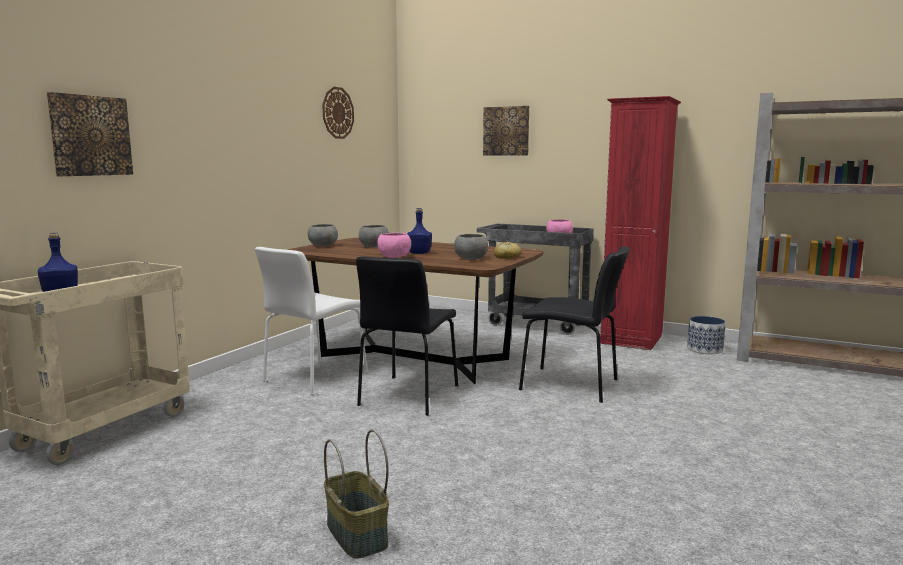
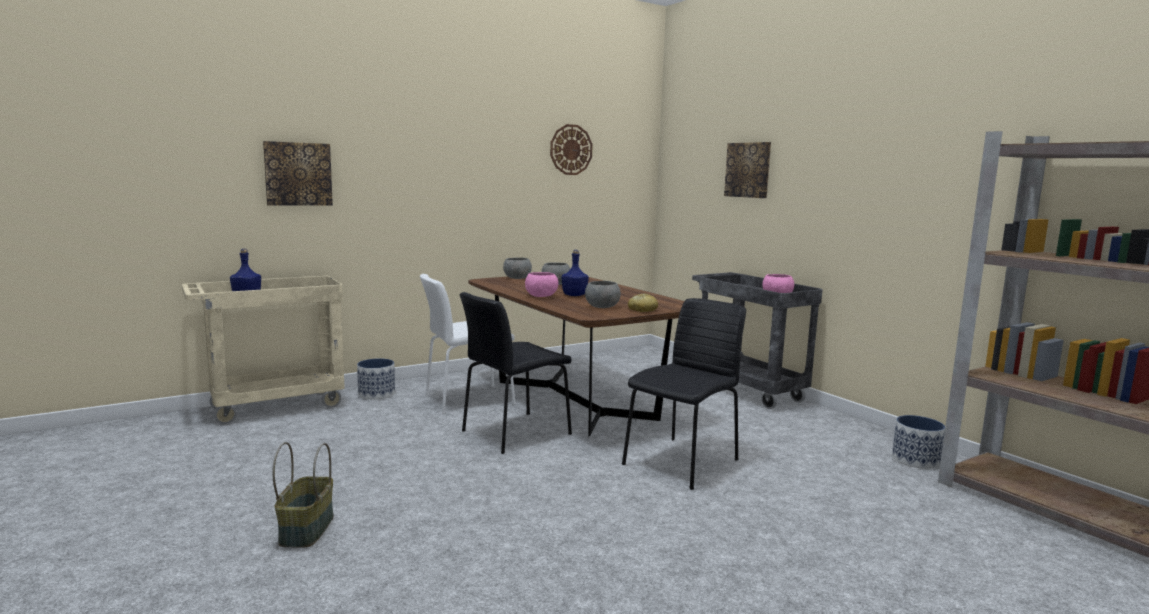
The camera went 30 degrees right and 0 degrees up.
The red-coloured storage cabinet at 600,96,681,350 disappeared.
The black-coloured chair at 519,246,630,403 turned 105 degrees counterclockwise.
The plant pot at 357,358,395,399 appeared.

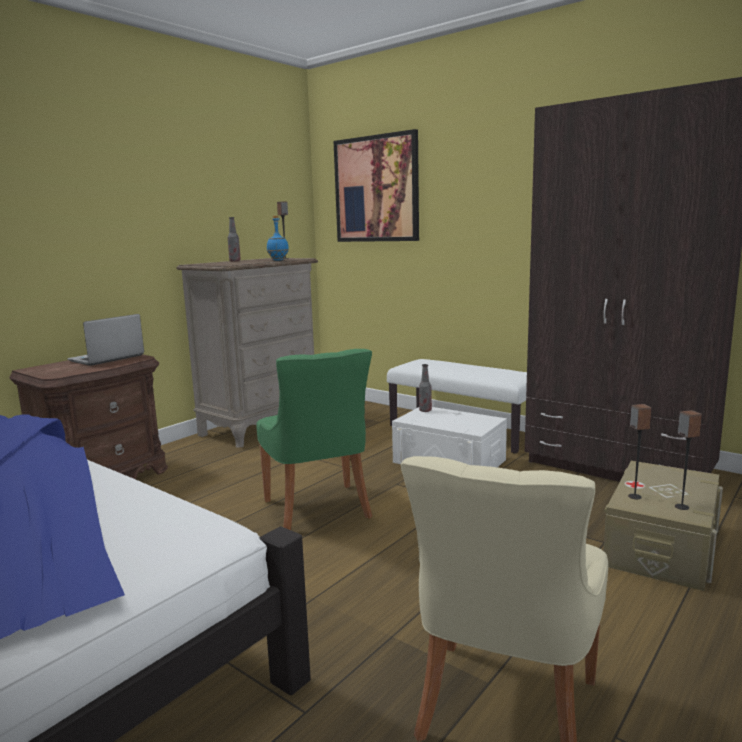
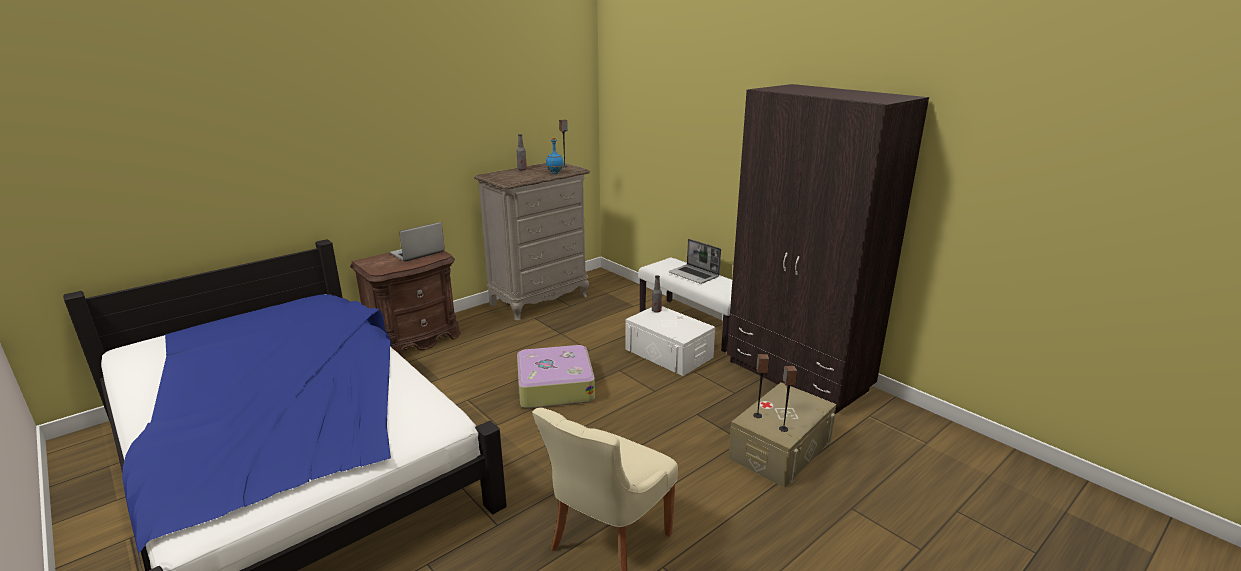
The camera went 10 degrees right and 10 degrees up.
The wall art at 334,129,419,242 disappeared.
The green-coloured chair at 256,349,372,530 was replaced by the travel case at 517,345,595,408.
The laptop at 669,239,721,284 appeared.

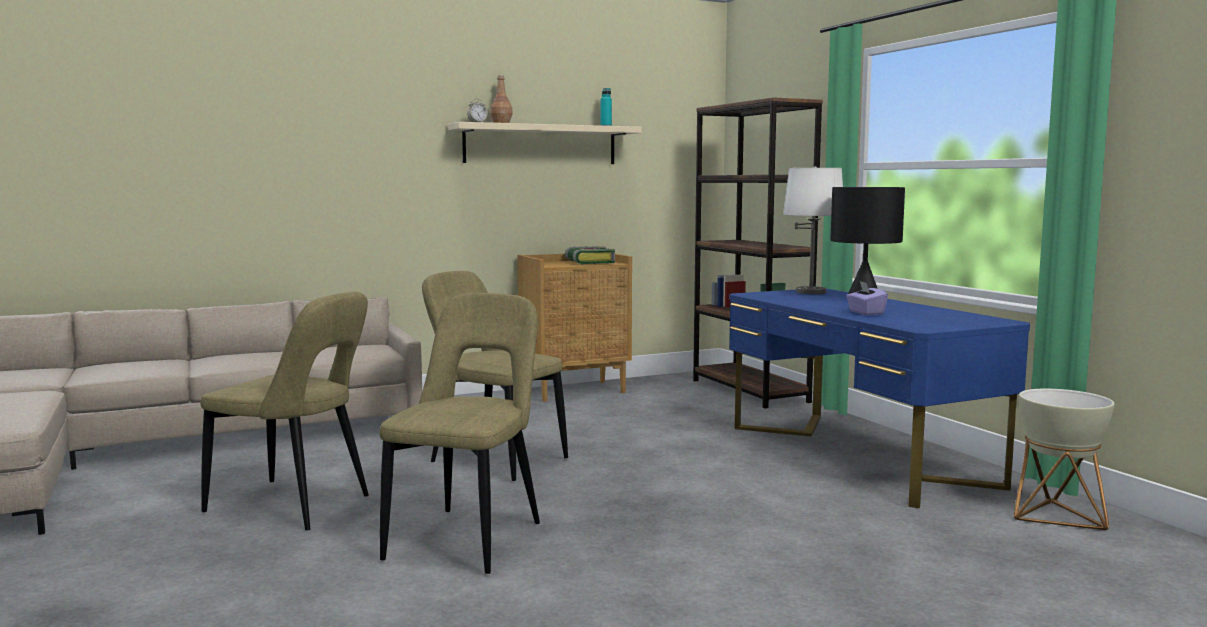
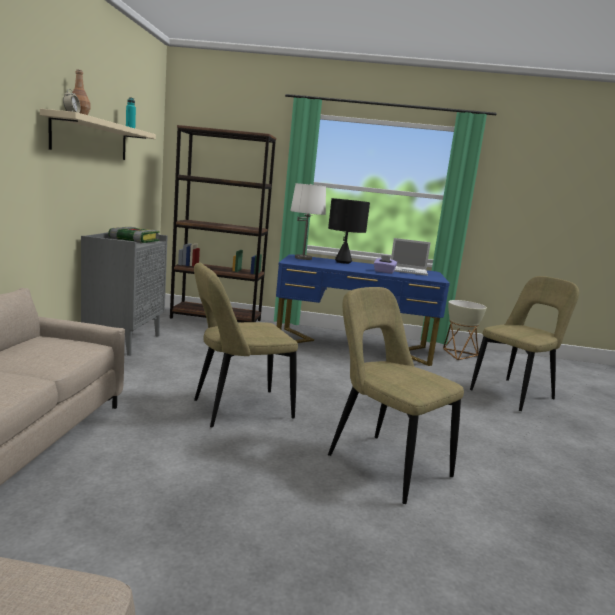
The camera went 60 degrees left and 5 degrees up.
The brownish storage cabinet at 517,254,632,402 became the gray storage cabinet at 81,232,168,356.
The beige chair moved from 200,291,369,530 to 470,276,579,411.
The laptop at 391,238,431,276 appeared.

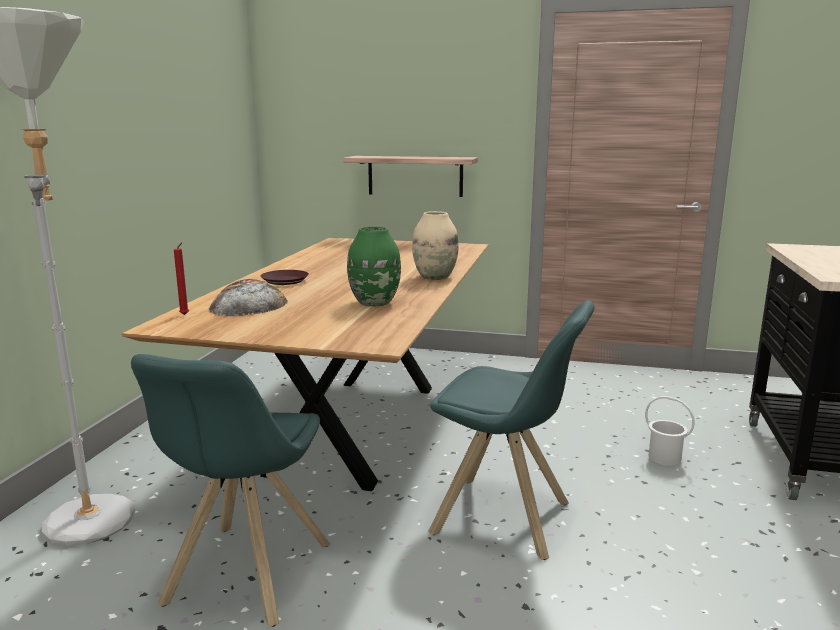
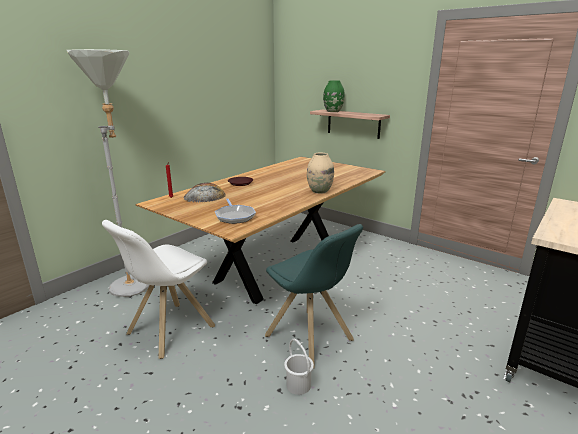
The camera went 25 degrees right and 5 degrees up.
The green-coloured flower vase moved from 347,227,401,307 to 323,80,345,112.
The turquoise-coloured chair at 131,354,330,627 became the whitish chair at 102,220,215,359.
The whitish water bucket moved from 645,396,694,466 to 284,339,314,395.
The frying pan at 215,198,256,224 appeared.

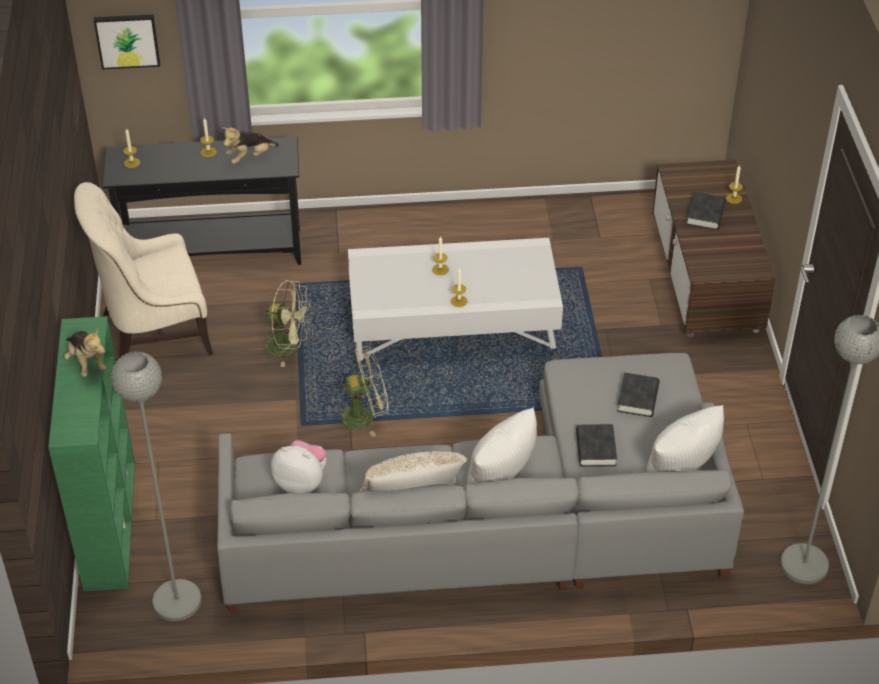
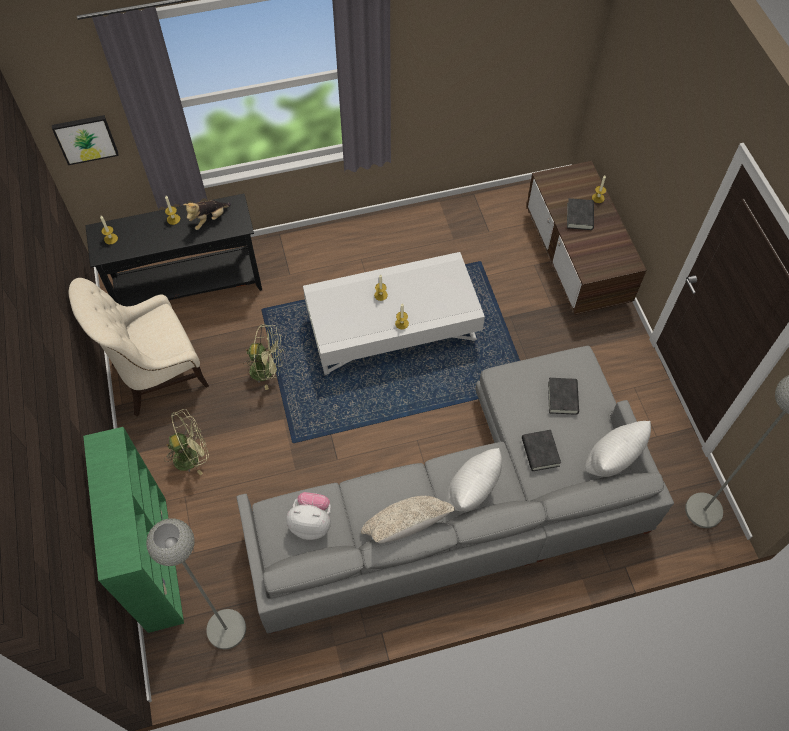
The camera went 10 degrees left and 15 degrees up.
The cuddly toy at 64,329,107,377 disappeared.
The green-coloured electric fan moved from 332,346,389,437 to 164,409,209,476.

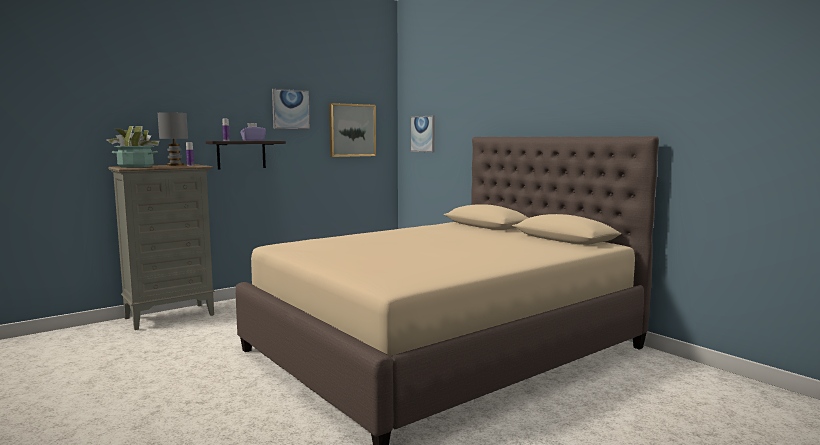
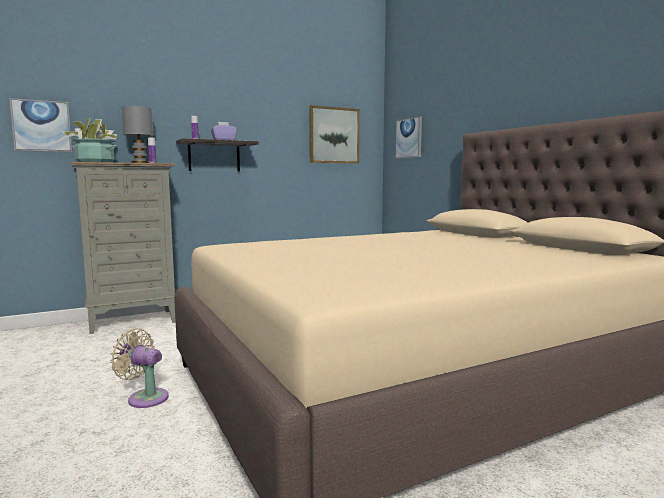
The camera went 10 degrees right and 0 degrees up.
The wall art moved from 272,89,310,129 to 9,98,72,152.
The beige electric fan at 110,328,169,408 appeared.

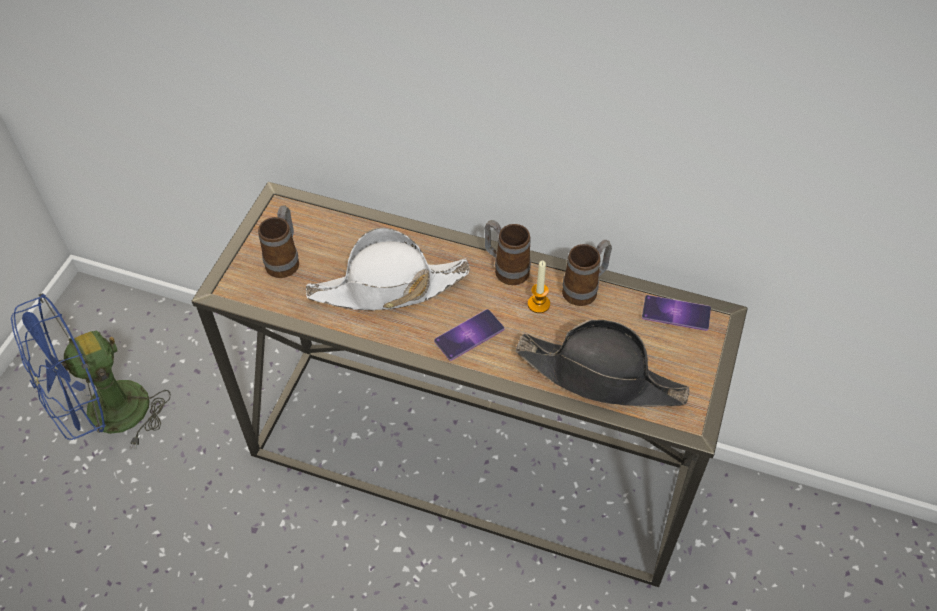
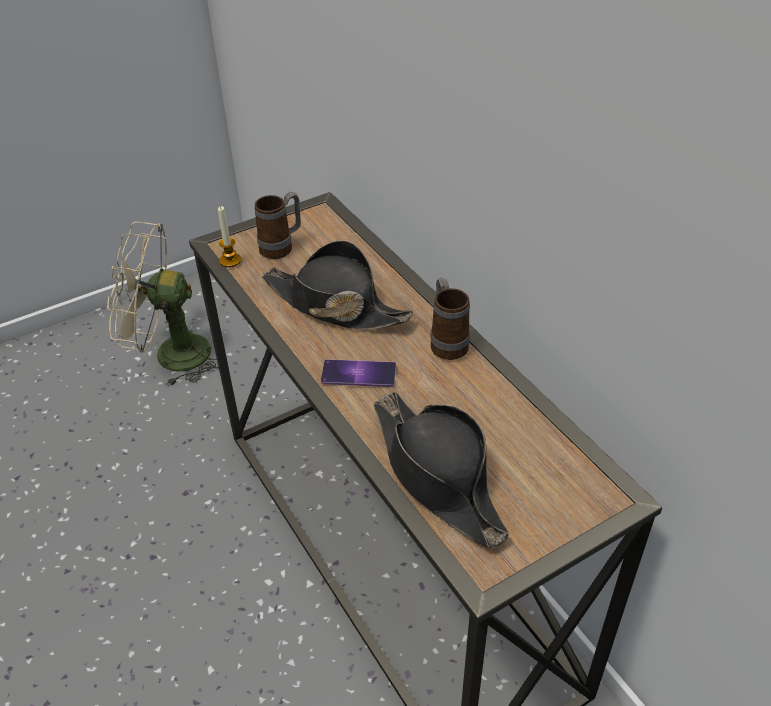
The camera went 40 degrees right and 10 degrees down.
The whitish wearable hat at 306,227,470,310 became the black-coloured wearable hat at 262,240,414,330.
The tea mug at 562,240,612,306 disappeared.
The wax light moved from 528,261,550,313 to 218,206,241,267.
The blue-coloured electric fan at 11,293,171,449 became the beige electric fan at 107,221,219,387.
The telephone at 642,295,711,331 disappeared.

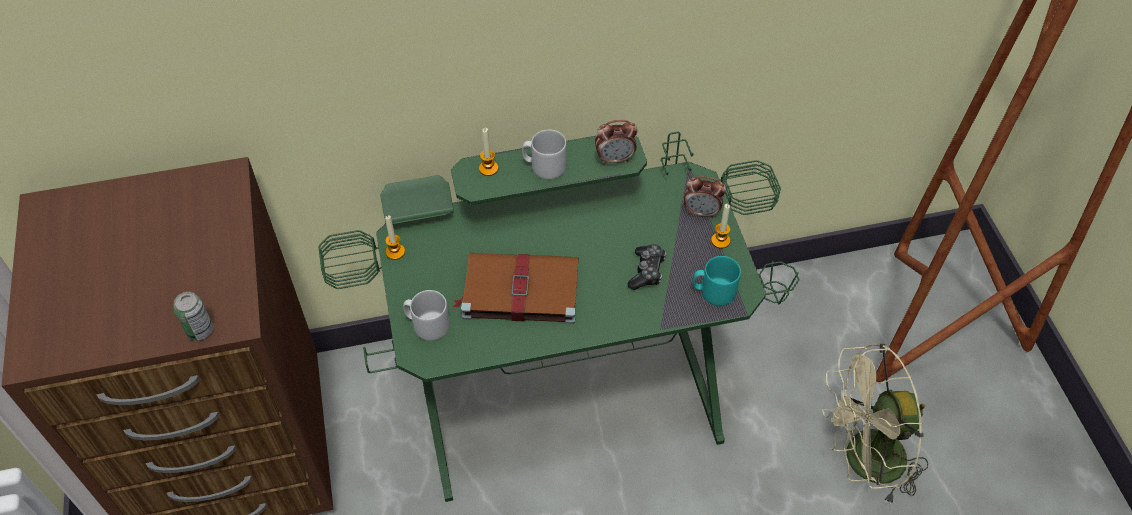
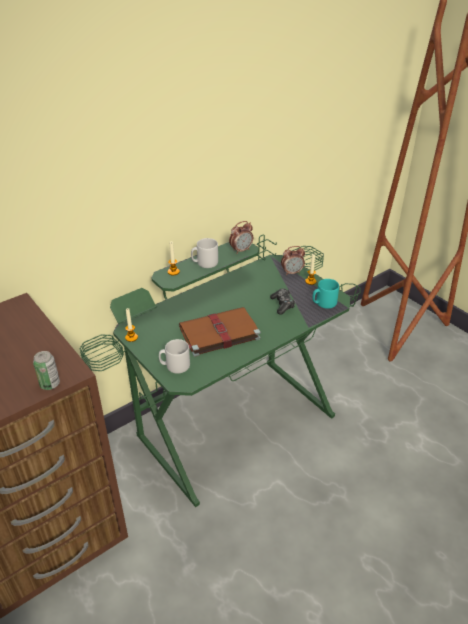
The camera went 25 degrees left and 15 degrees down.
The beige electric fan at 822,343,928,506 disappeared.

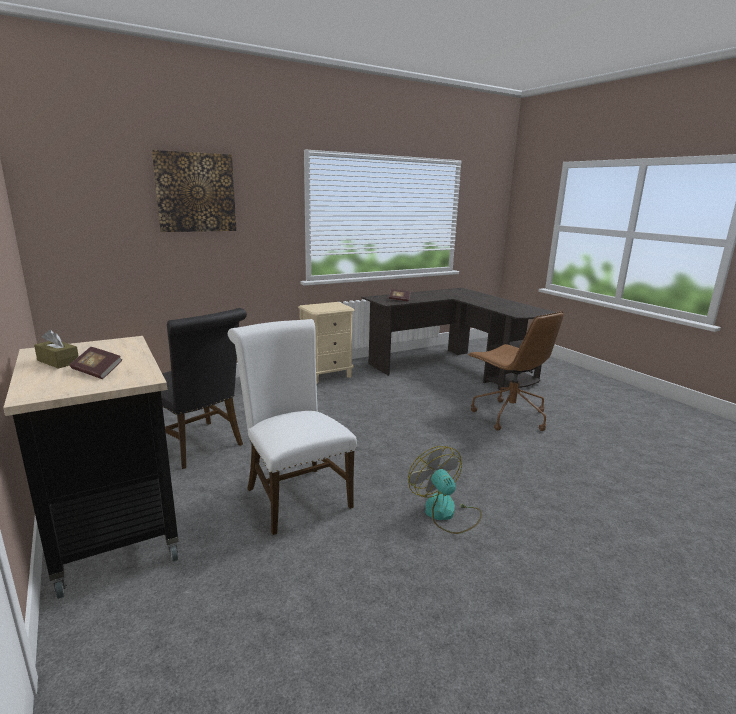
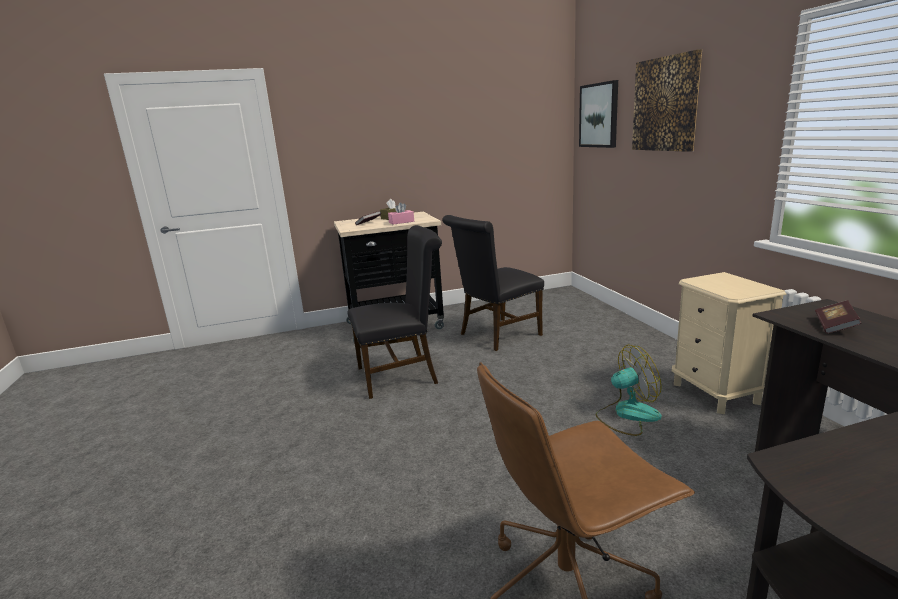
The camera went 105 degrees right and 0 degrees up.
The whitish chair at 228,319,357,535 became the black-coloured chair at 348,225,442,399.
The electric fan moved from 408,446,482,534 to 596,345,662,436.
The wall art at 579,80,618,148 appeared.
The pink box of tissues at 388,202,414,225 appeared.

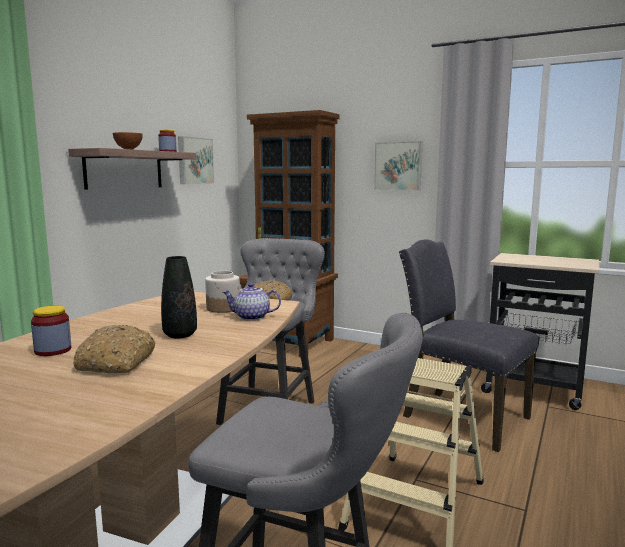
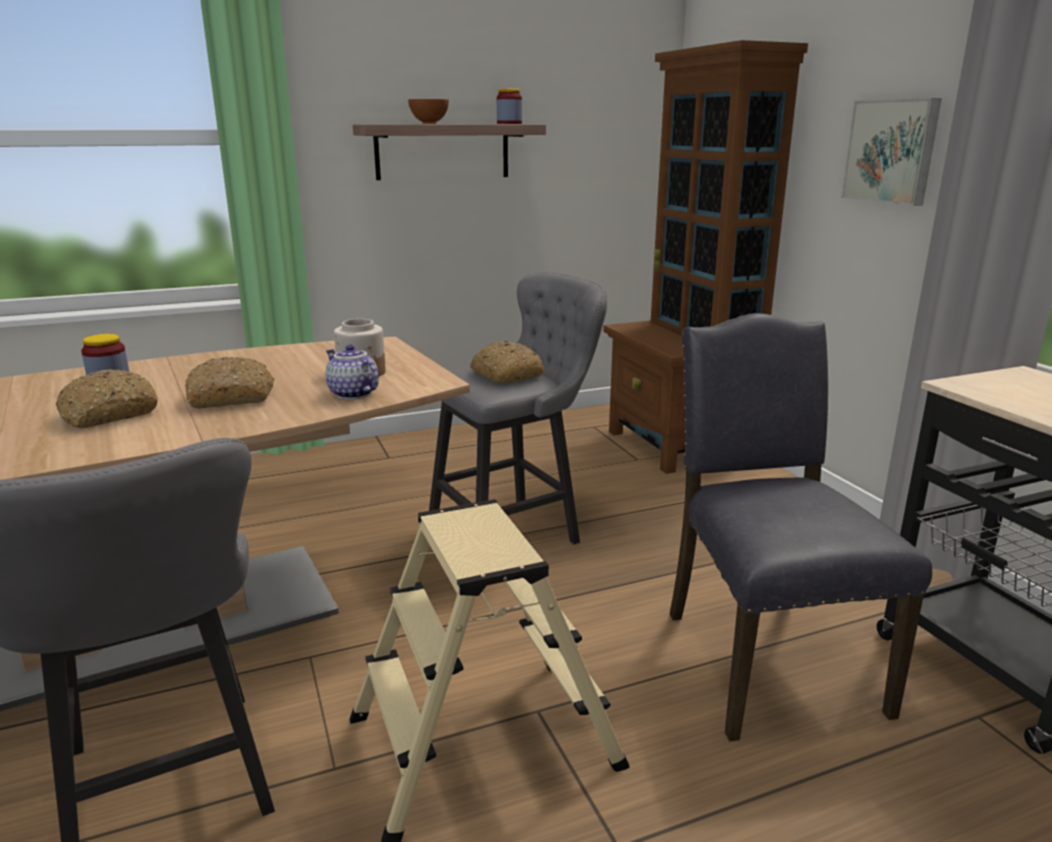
The camera went 40 degrees right and 10 degrees up.
The wall art at 178,136,214,184 disappeared.
The black-coloured flower vase at 161,256,197,339 was replaced by the bakery bread at 185,357,275,408.

